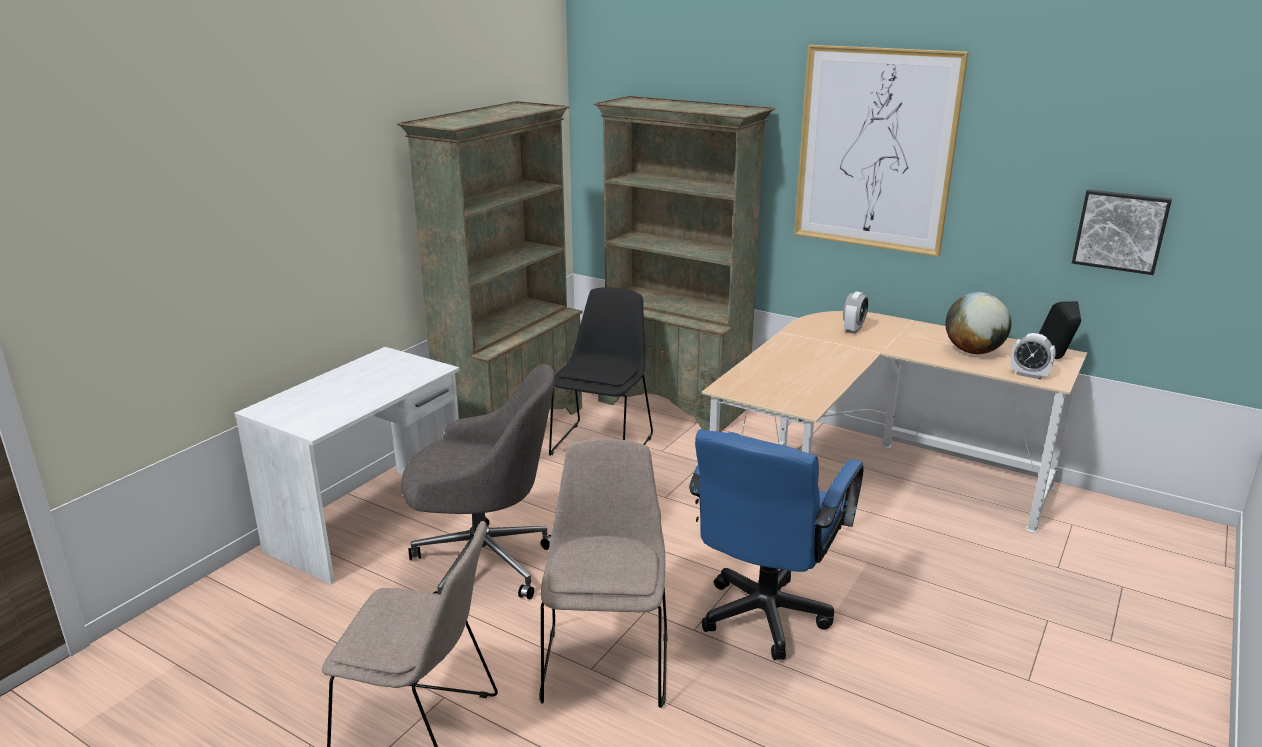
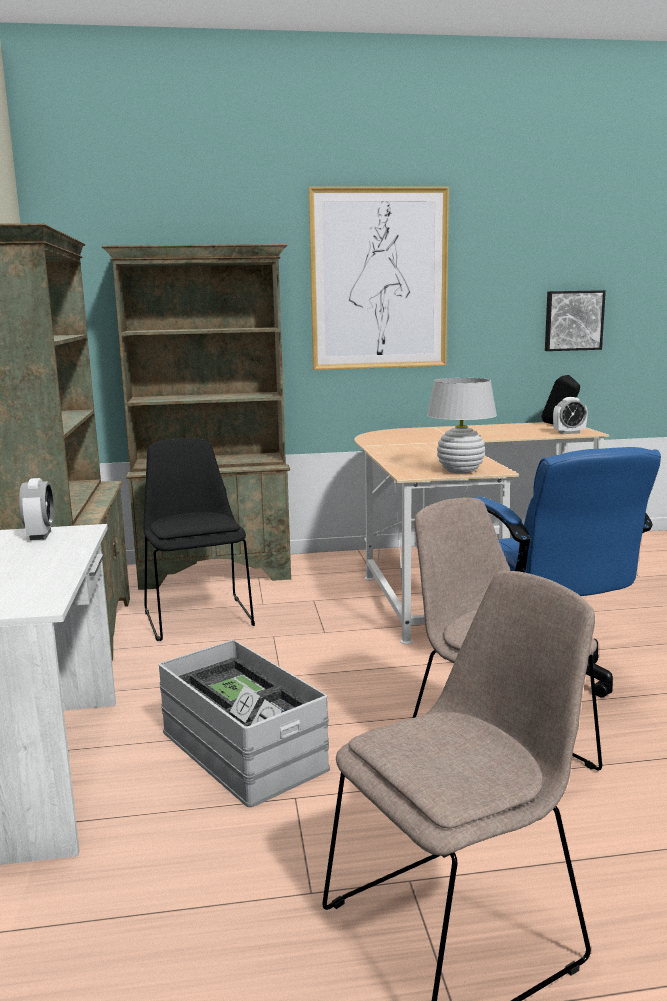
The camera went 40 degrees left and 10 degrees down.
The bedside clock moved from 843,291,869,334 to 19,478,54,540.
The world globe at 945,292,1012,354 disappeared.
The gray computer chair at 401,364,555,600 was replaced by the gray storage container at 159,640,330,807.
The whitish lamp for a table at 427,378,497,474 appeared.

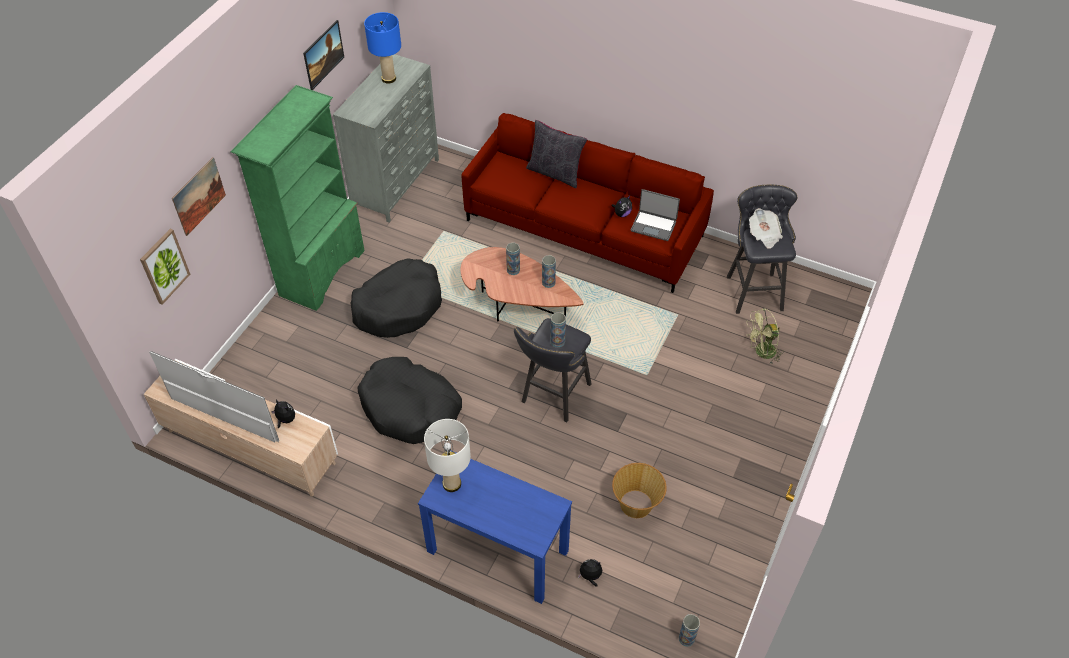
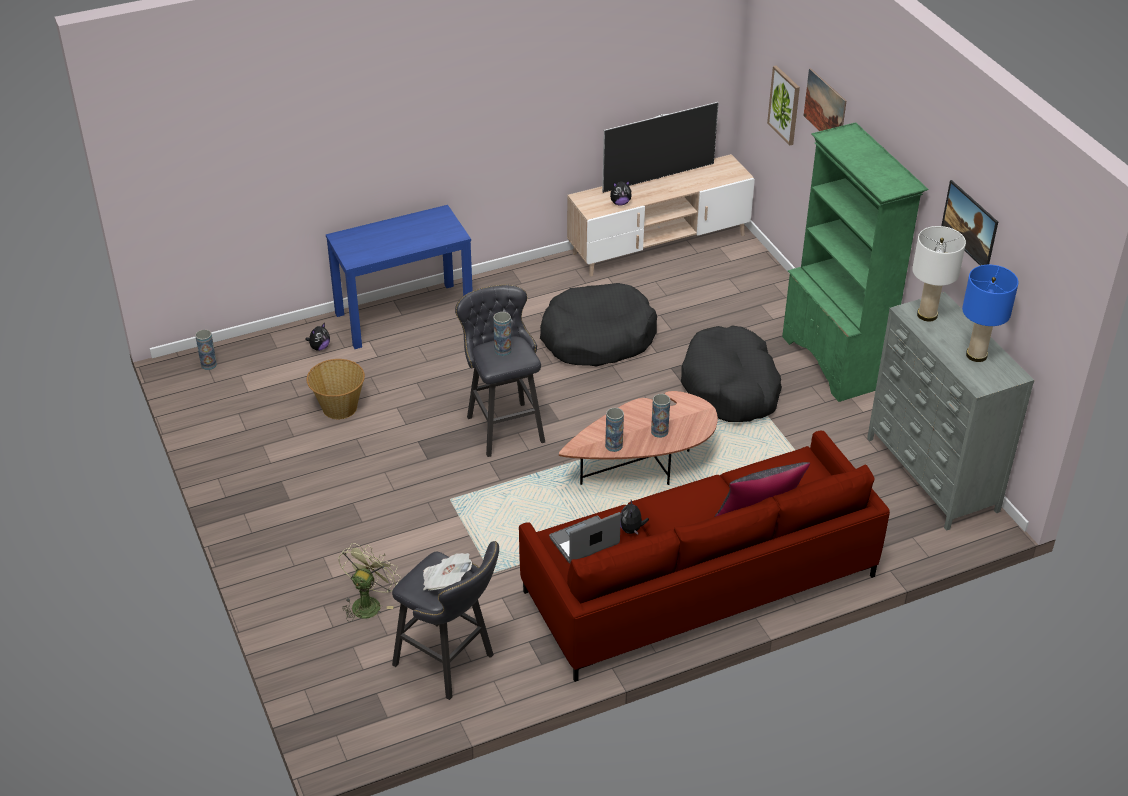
The camera went 130 degrees right and 10 degrees down.
The whitish lamp for a table moved from 424,419,471,492 to 912,226,966,322.

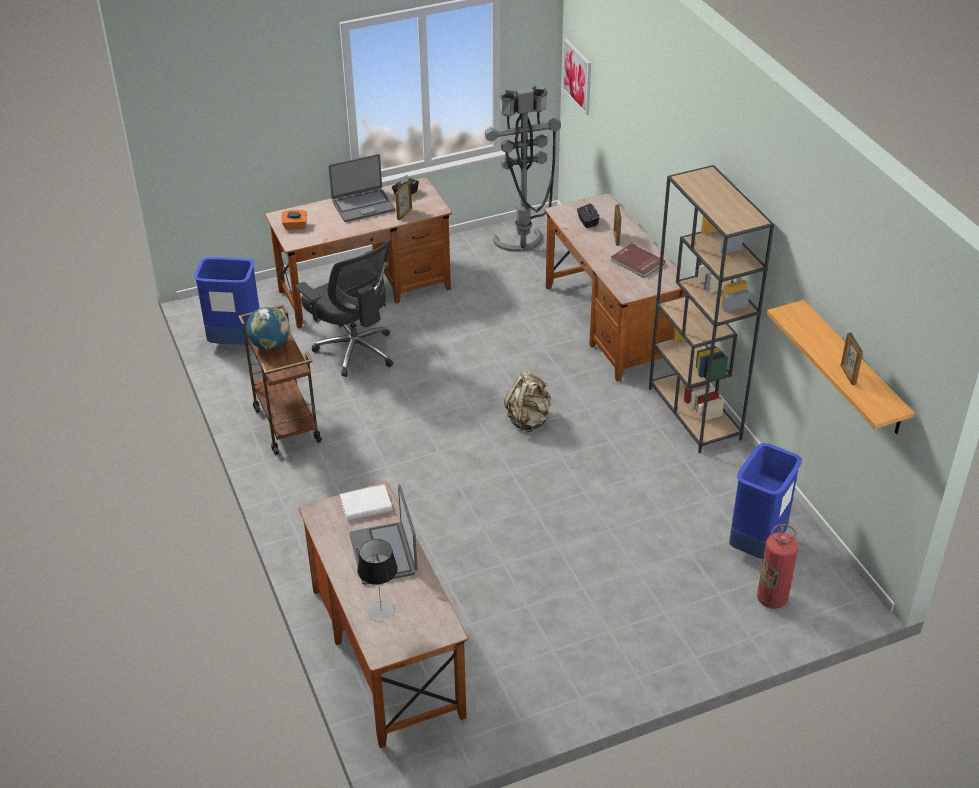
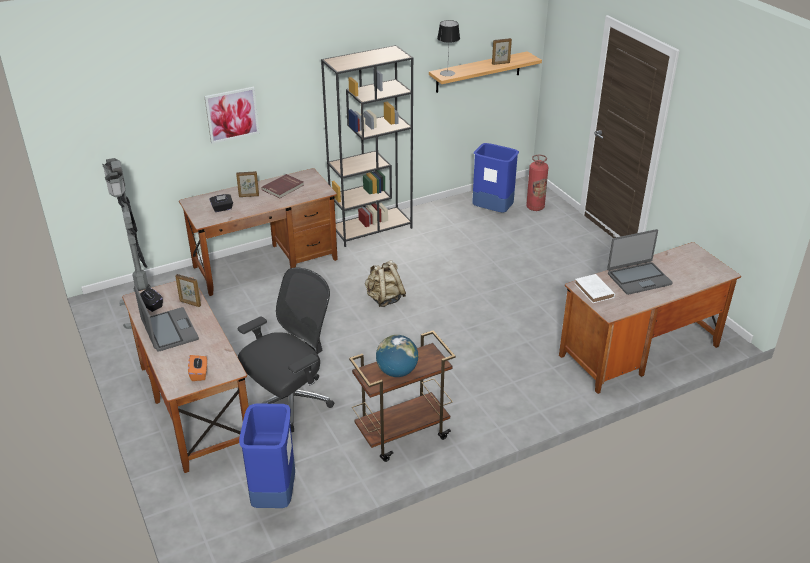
The camera went 95 degrees left and 5 degrees down.
The wall art moved from 562,38,591,115 to 204,87,259,144.
The lamp for a table moved from 357,539,398,622 to 437,20,460,76.

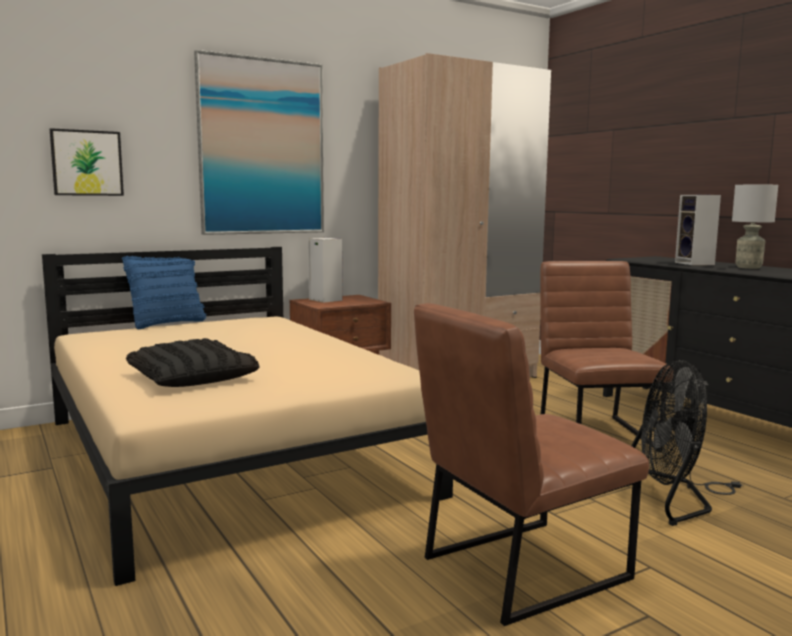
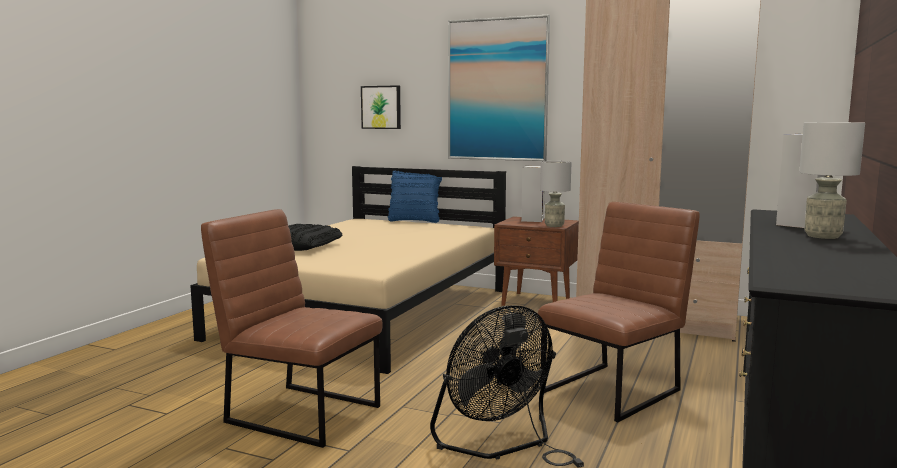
The camera went 55 degrees right and 0 degrees up.
The gray lamp for a table at 540,161,571,227 appeared.

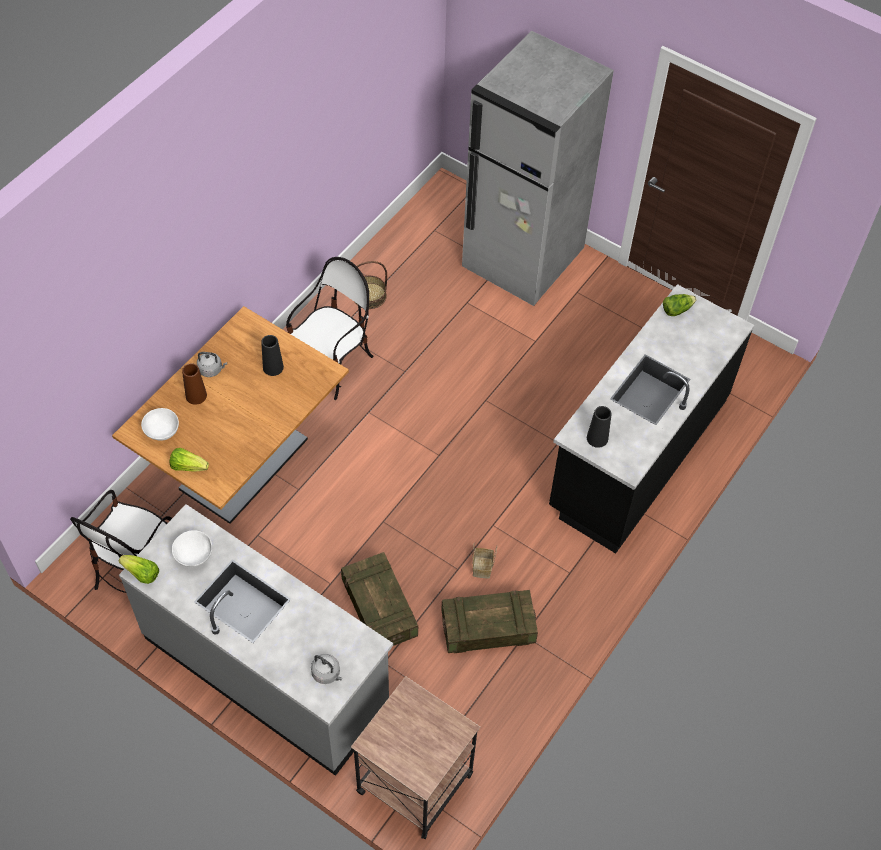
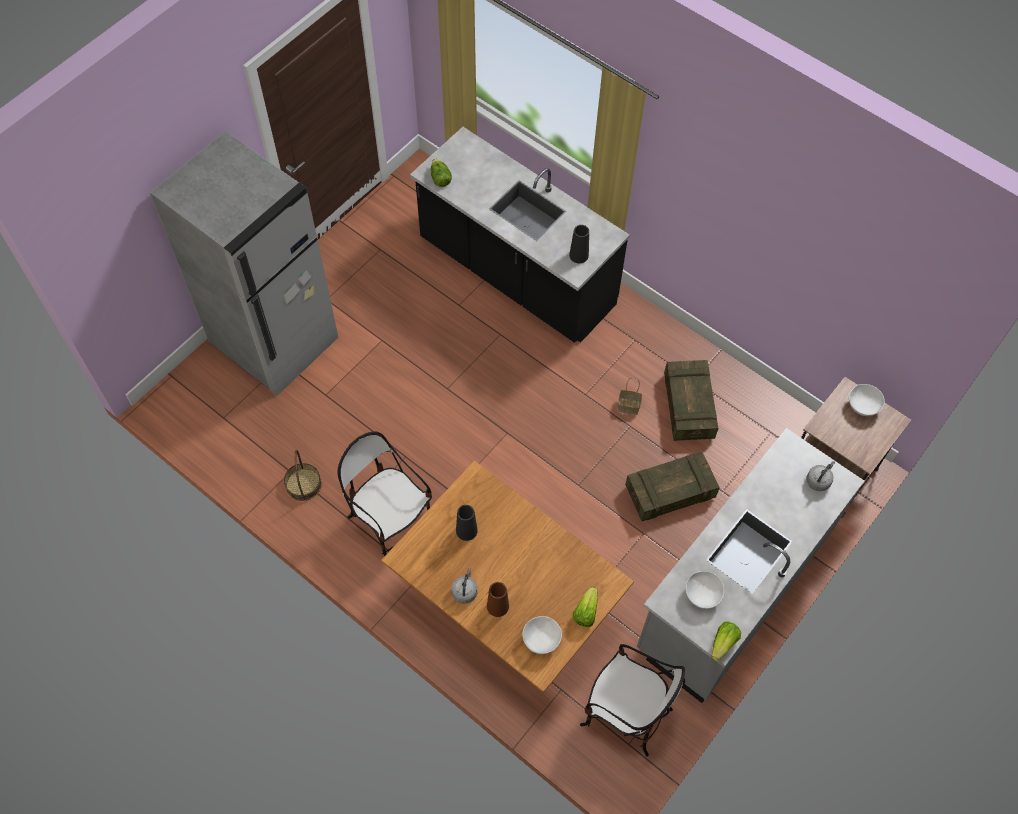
The camera went 85 degrees left and 5 degrees up.
The whitish bowl at 849,384,885,416 appeared.

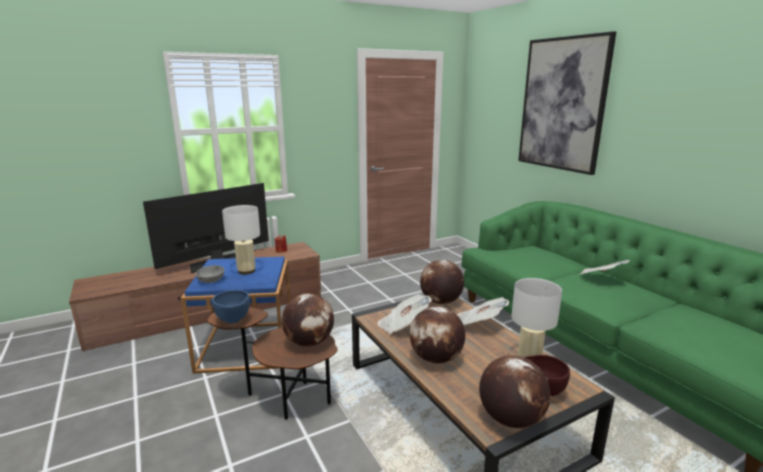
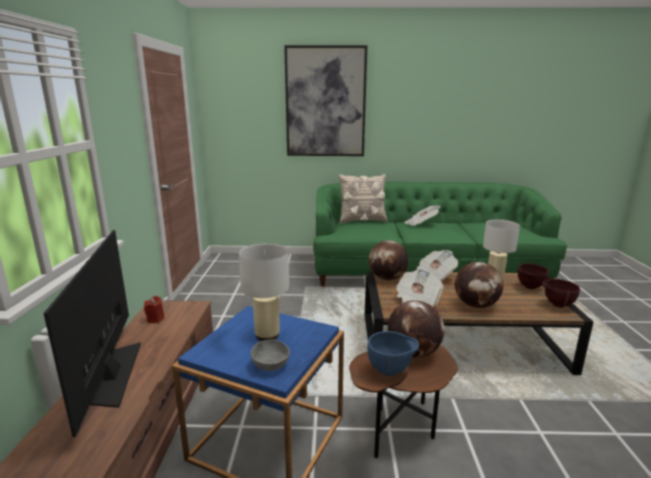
The camera went 60 degrees left and 0 degrees up.
The world globe at 479,355,550,428 was replaced by the brownish bowl at 542,279,580,308.
The beige pillow at 339,174,387,223 appeared.

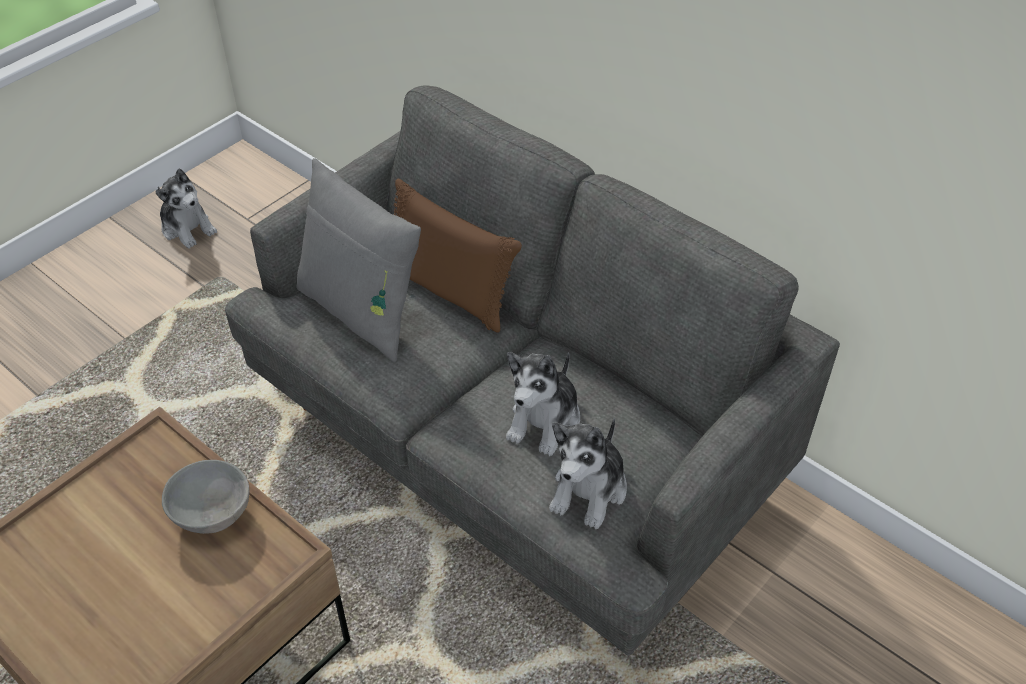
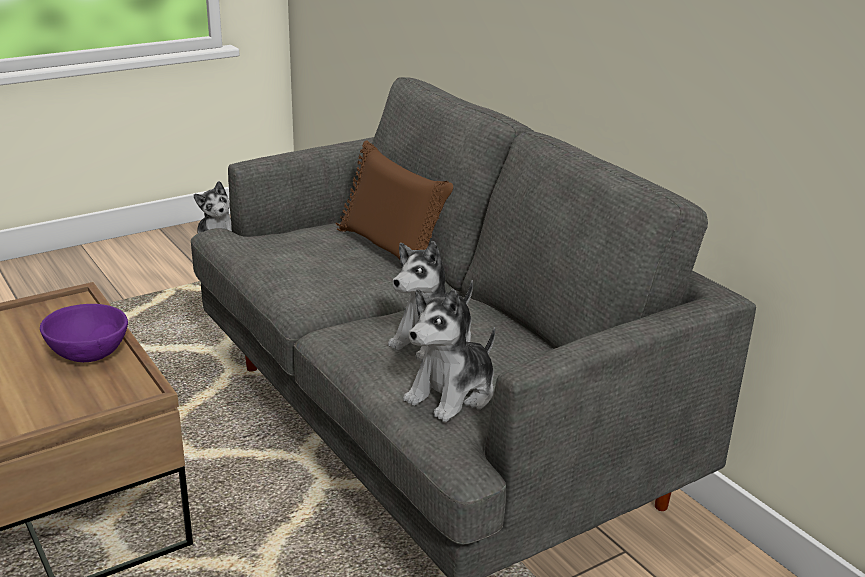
The camera went 15 degrees right and 20 degrees down.
The gray pillow at 296,158,421,362 disappeared.
The gray bowl at 162,460,250,534 became the purple-coloured bowl at 40,304,128,362.

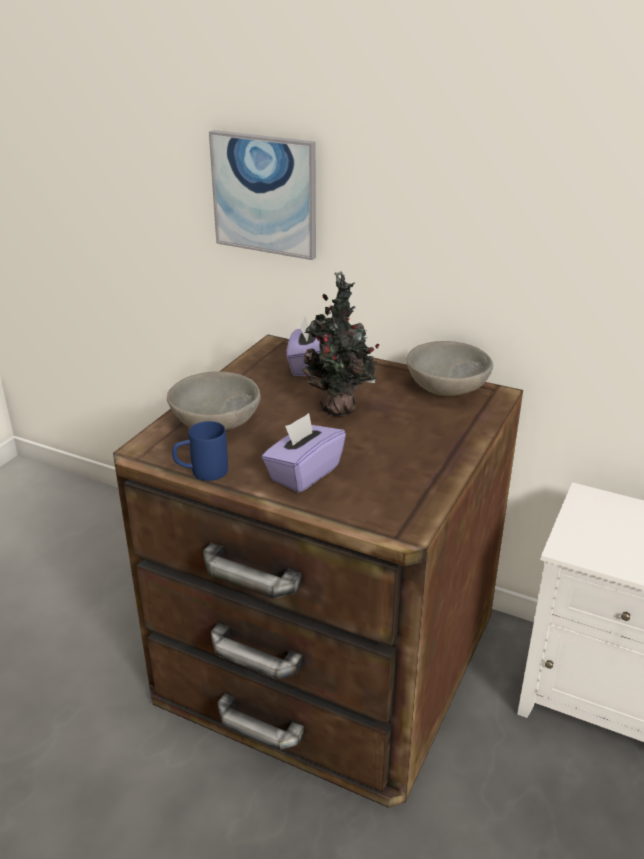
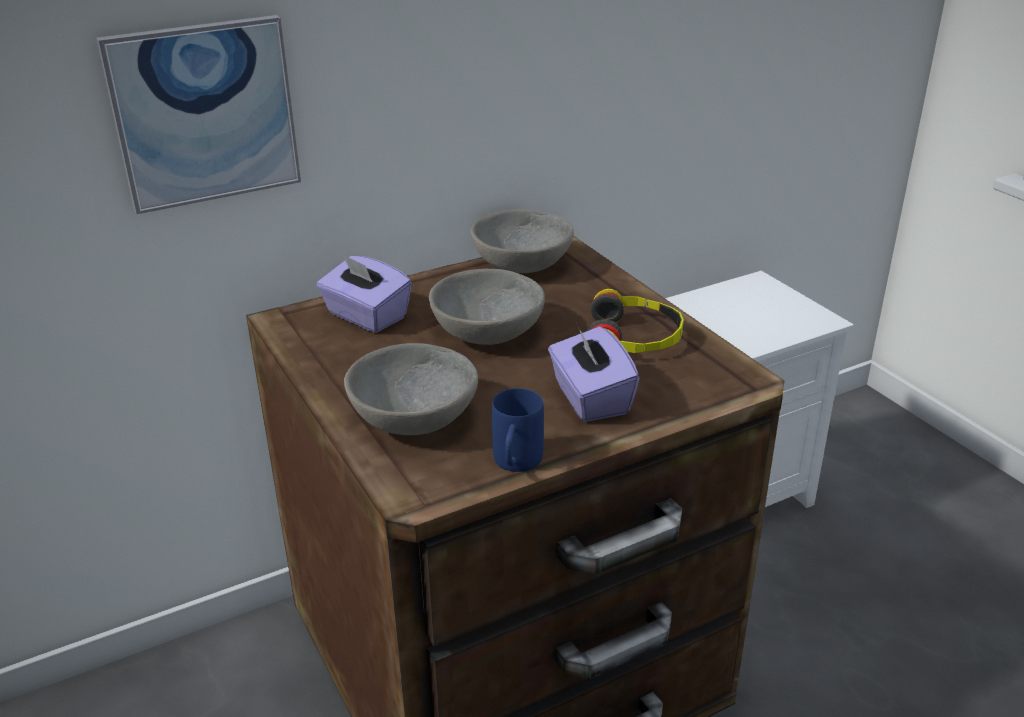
The camera went 55 degrees left and 0 degrees up.
The plant in a pot at 302,271,379,416 was replaced by the gray bowl at 429,269,545,345.
The headphones at 588,289,684,353 appeared.

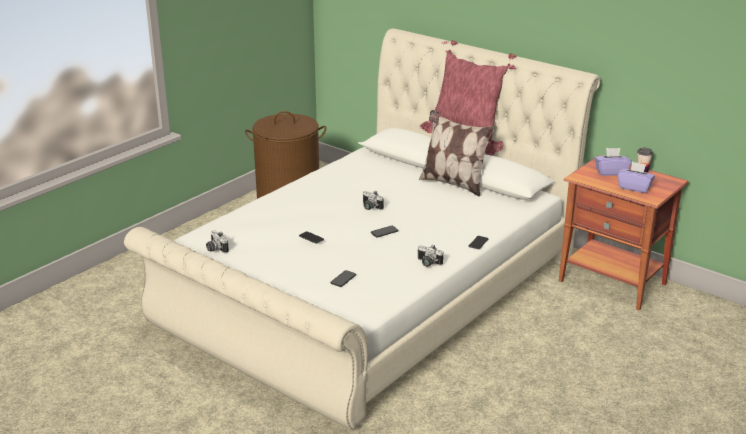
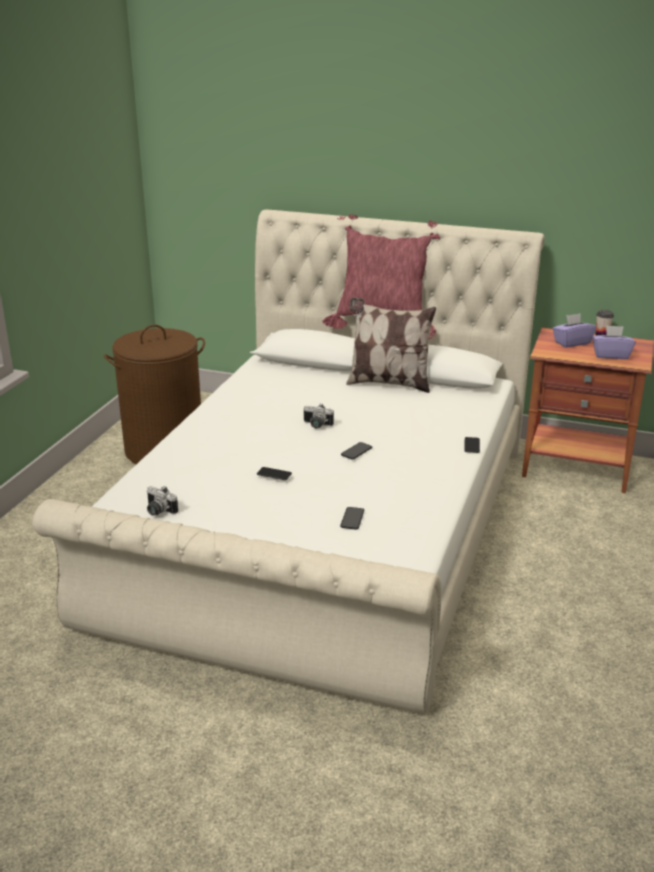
The camera went 20 degrees left and 0 degrees up.
The still camera at 418,245,444,267 disappeared.

